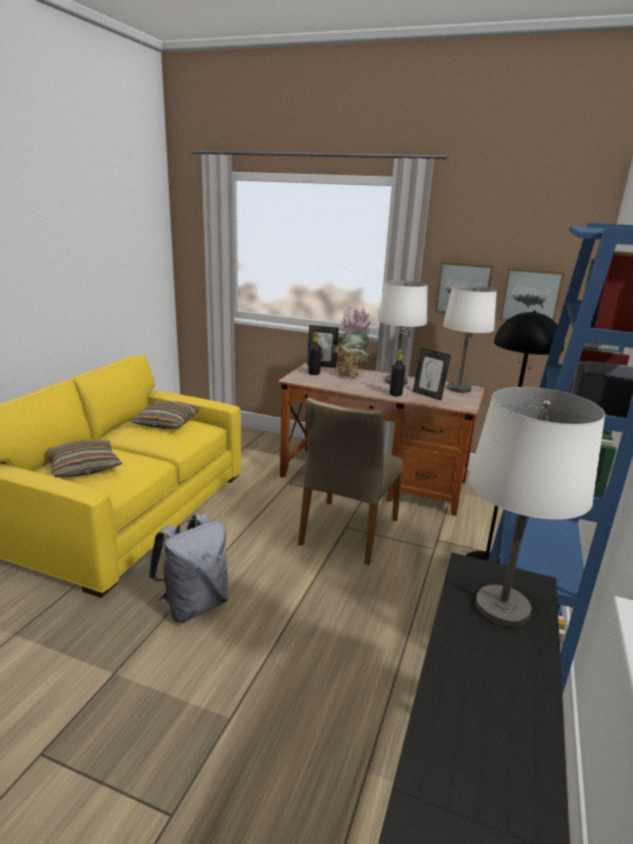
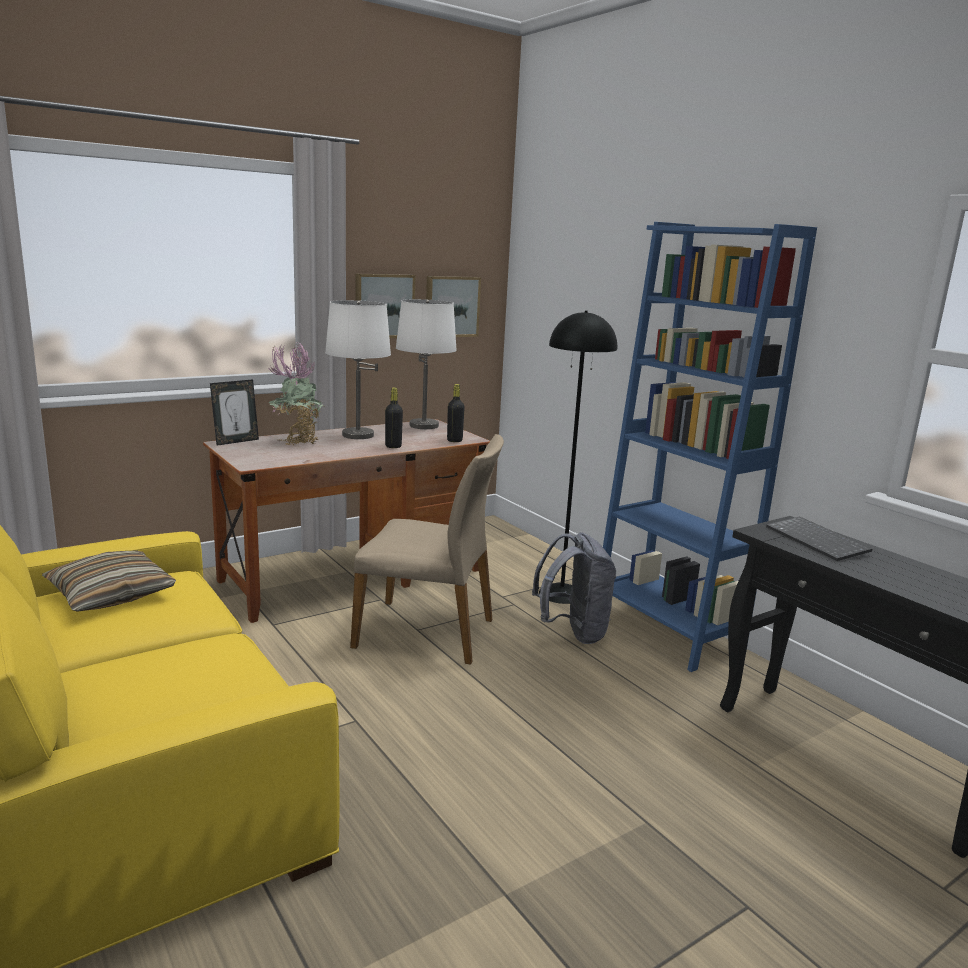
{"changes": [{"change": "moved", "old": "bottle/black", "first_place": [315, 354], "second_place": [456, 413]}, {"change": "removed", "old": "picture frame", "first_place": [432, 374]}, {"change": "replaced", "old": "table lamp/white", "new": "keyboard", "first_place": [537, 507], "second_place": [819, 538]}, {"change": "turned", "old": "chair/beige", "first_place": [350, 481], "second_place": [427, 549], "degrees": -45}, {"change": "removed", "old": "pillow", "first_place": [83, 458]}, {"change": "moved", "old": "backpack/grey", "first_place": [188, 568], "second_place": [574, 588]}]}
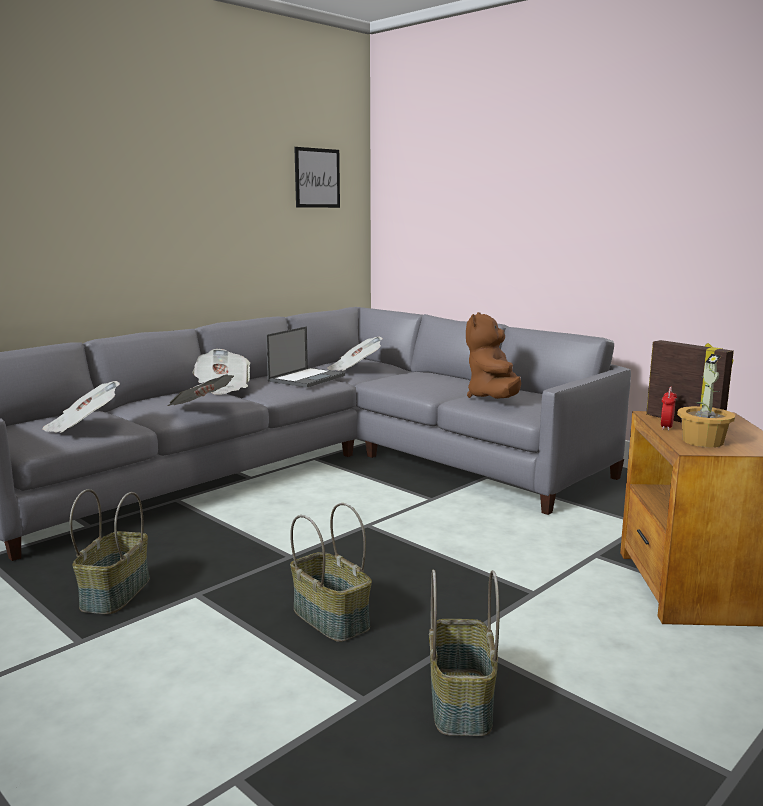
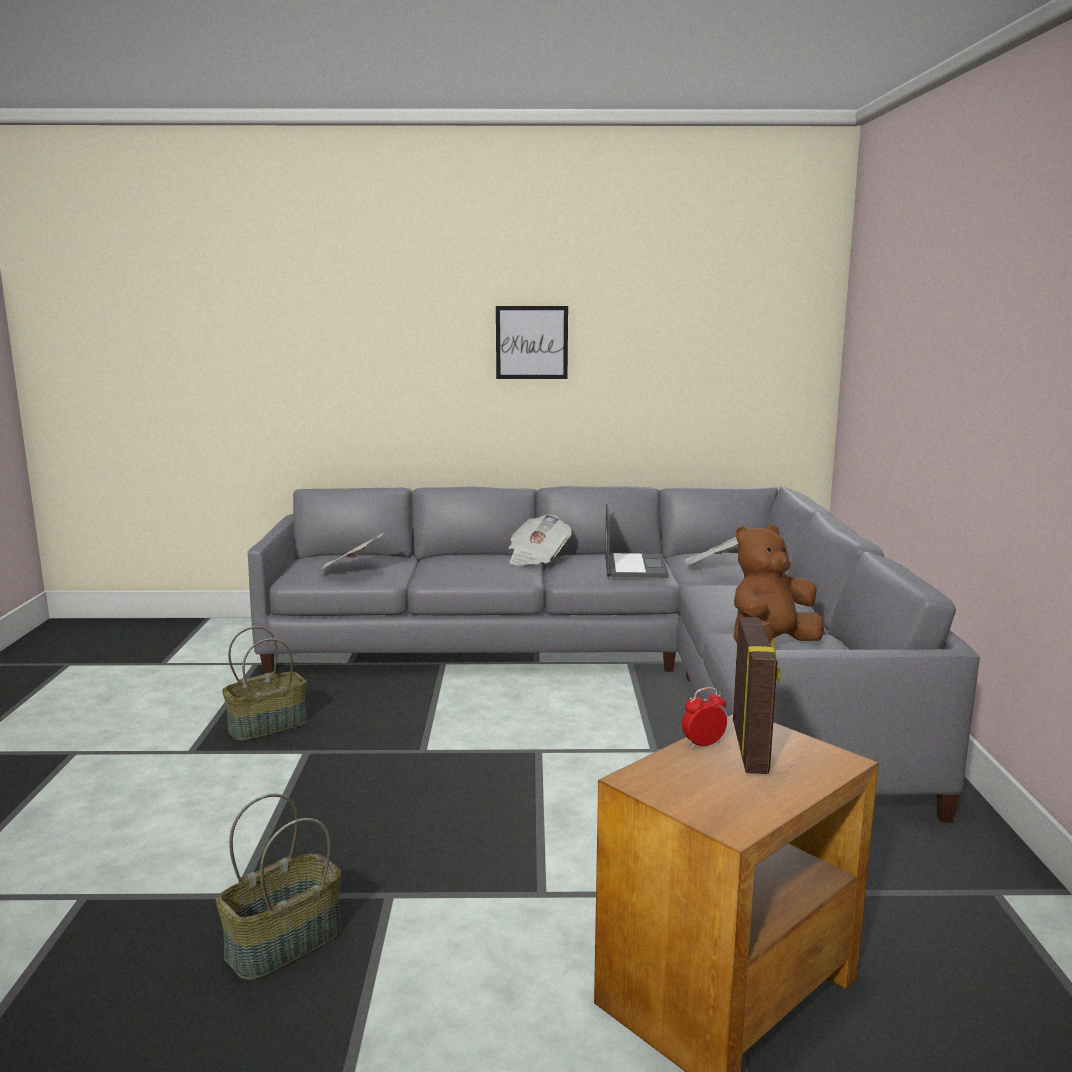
{"changes": [{"change": "moved", "old": "picture", "first_place": [317, 177], "second_place": [532, 342]}, {"change": "turned", "old": "laptop", "first_place": [305, 357], "second_place": [637, 541], "degrees": -75}, {"change": "removed", "old": "potted plant", "first_place": [706, 400]}, {"change": "removed", "old": "newspaper", "first_place": [200, 390]}, {"change": "removed", "old": "basket", "first_place": [331, 572]}]}
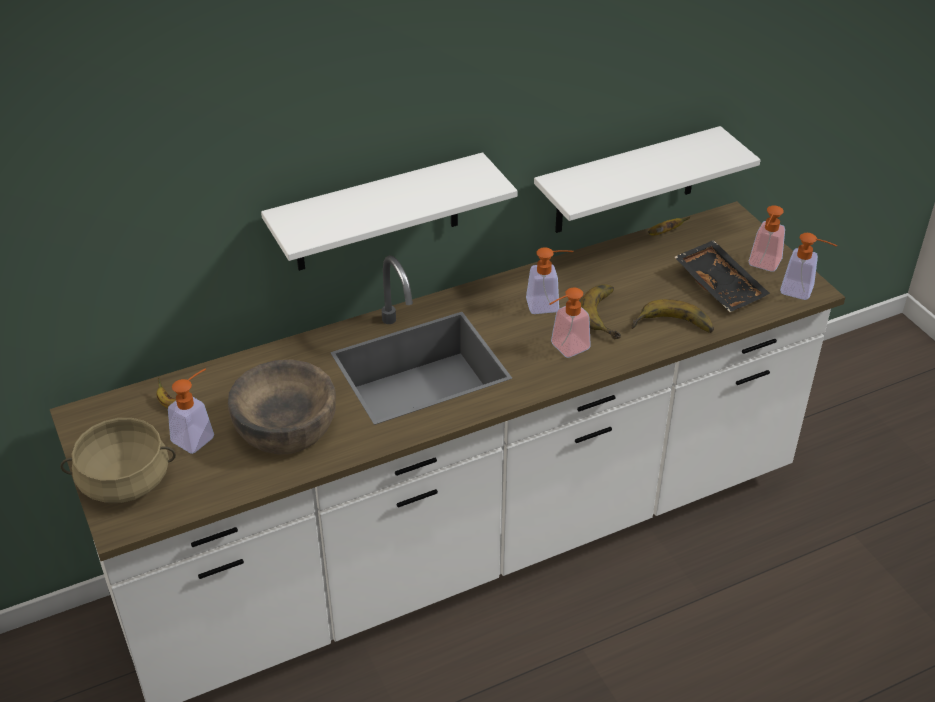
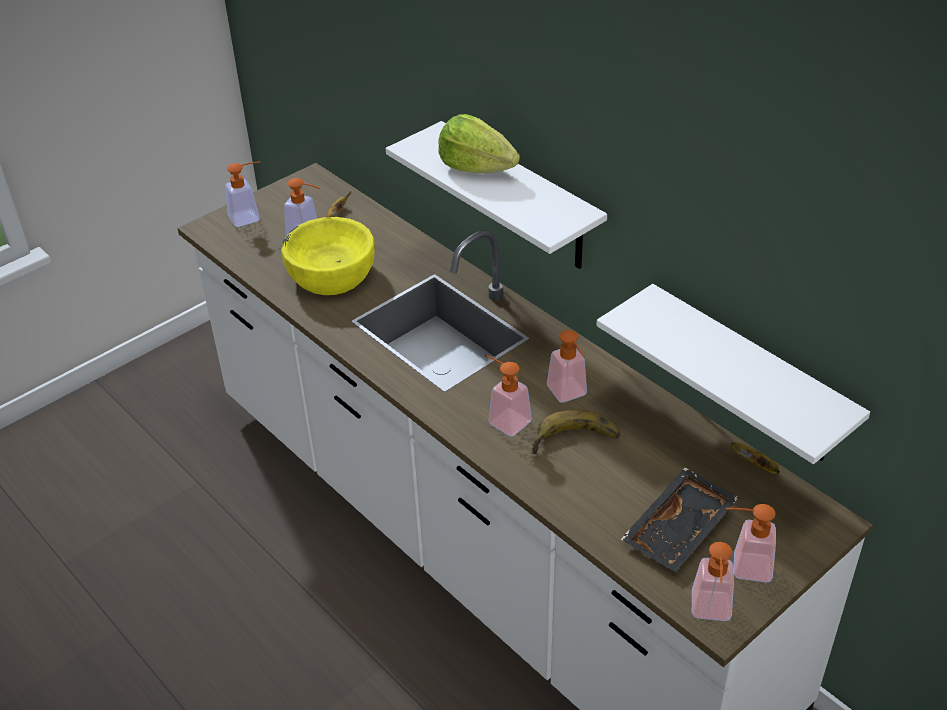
{"changes": [{"change": "removed", "old": "banana", "first_place": [672, 316]}, {"change": "recoloured", "old": "bowl/brown", "new": "bowl/yellow", "first_place": [282, 407], "second_place": [328, 256]}, {"change": "replaced", "old": "cooking pot/beige", "new": "soap dispenser", "first_place": [118, 460], "second_place": [242, 194]}, {"change": "added", "new": "lettuce", "second_place": [479, 143]}]}
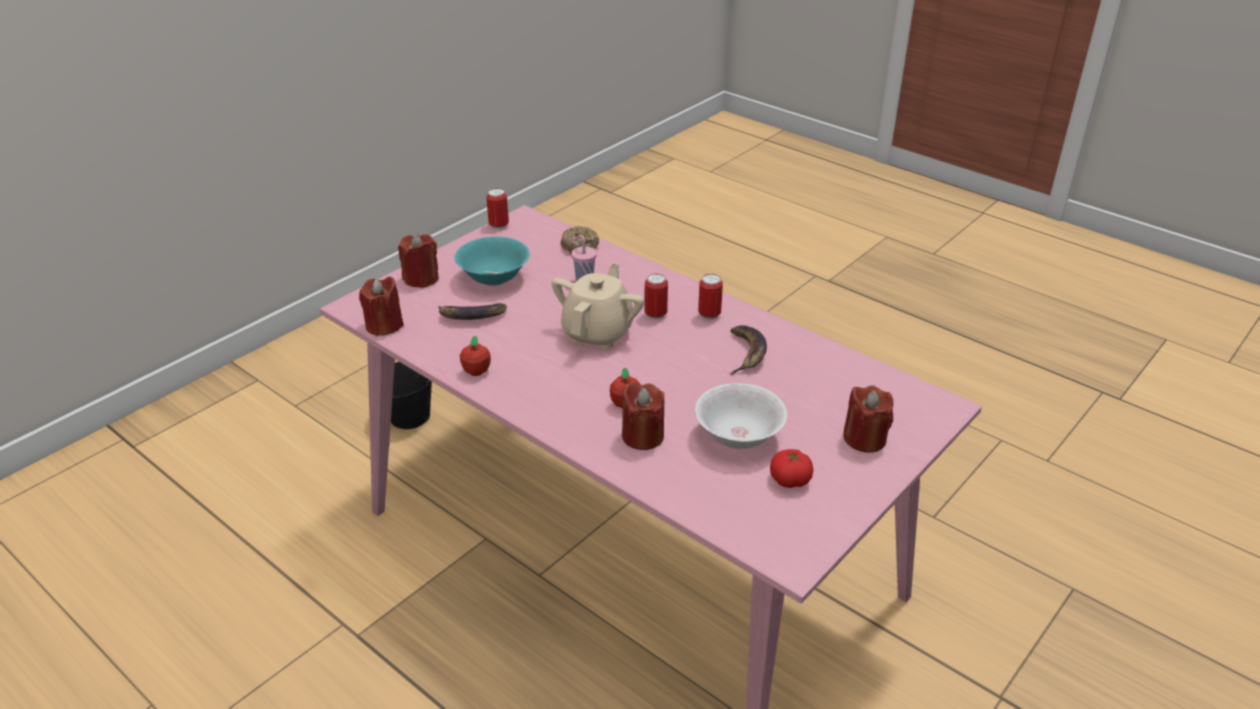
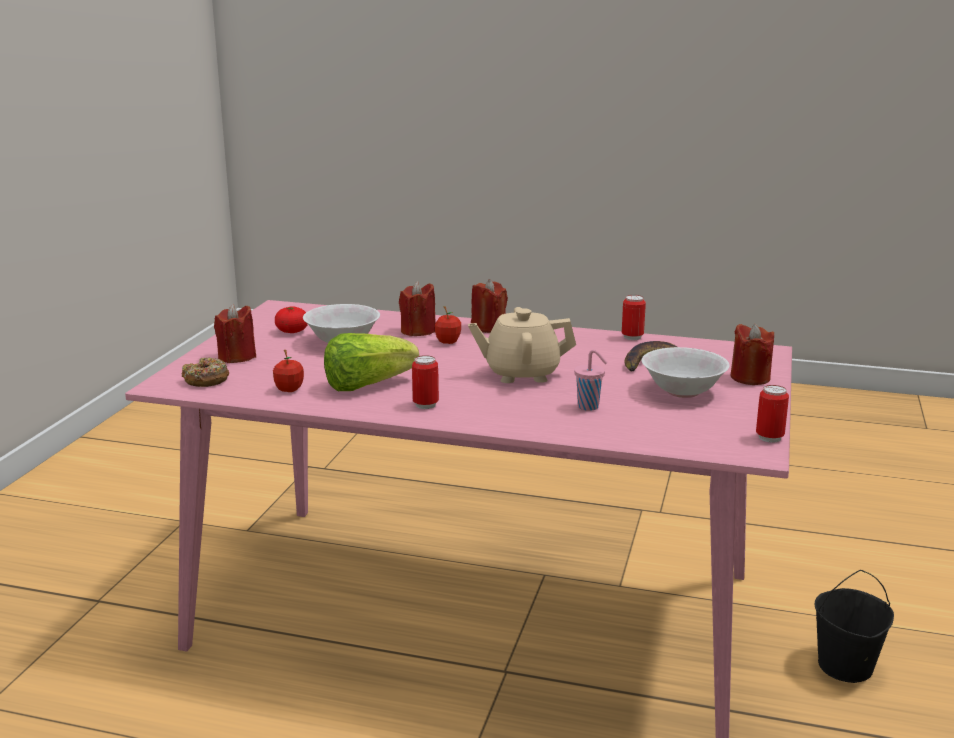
{"changes": [{"change": "moved", "old": "donut", "first_place": [579, 240], "second_place": [205, 372]}, {"change": "recoloured", "old": "bowl/turquoise", "new": "bowl/white", "first_place": [492, 261], "second_place": [686, 372]}, {"change": "turned", "old": "teapot/beige", "first_place": [598, 306], "second_place": [522, 345], "degrees": 90}, {"change": "moved", "old": "can", "first_place": [656, 296], "second_place": [634, 317]}, {"change": "moved", "old": "candle/red", "first_place": [381, 306], "second_place": [489, 306]}, {"change": "replaced", "old": "banana", "new": "lettuce", "first_place": [748, 350], "second_place": [371, 362]}, {"change": "moved", "old": "apple", "first_place": [475, 356], "second_place": [288, 371]}]}
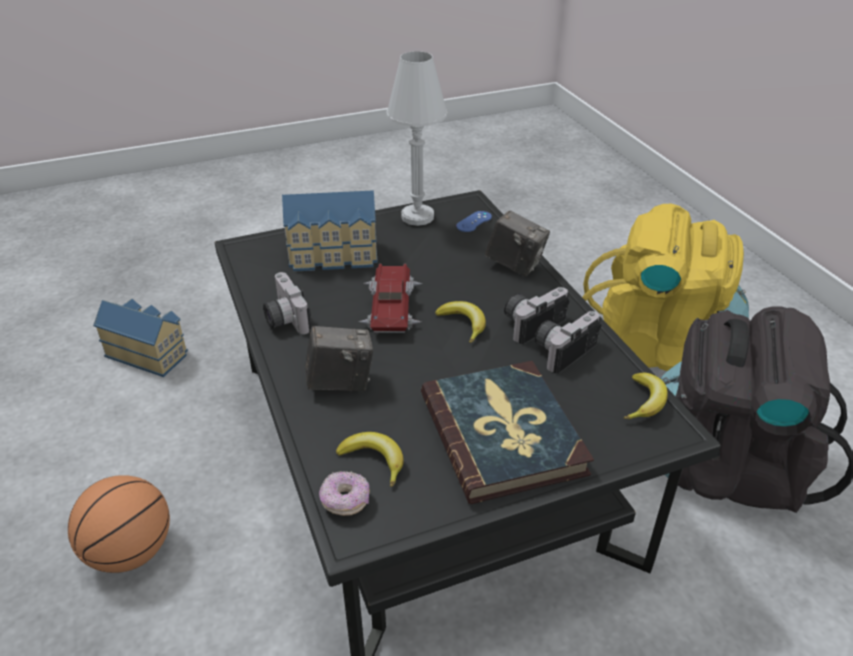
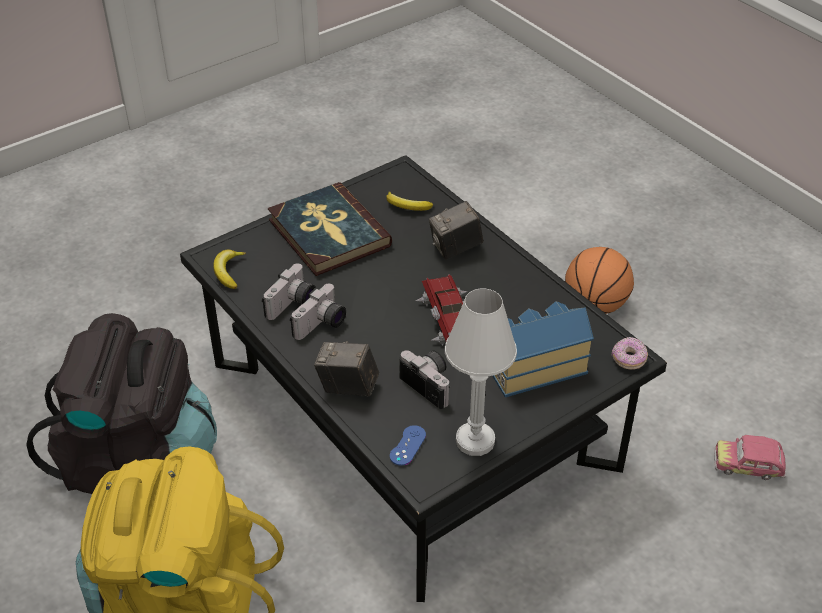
{"changes": [{"change": "moved", "old": "photo camera", "first_place": [287, 303], "second_place": [424, 379]}, {"change": "replaced", "old": "toy house", "new": "toy car", "first_place": [140, 338], "second_place": [750, 457]}, {"change": "removed", "old": "banana", "first_place": [460, 322]}, {"change": "moved", "old": "donut", "first_place": [344, 493], "second_place": [629, 353]}]}
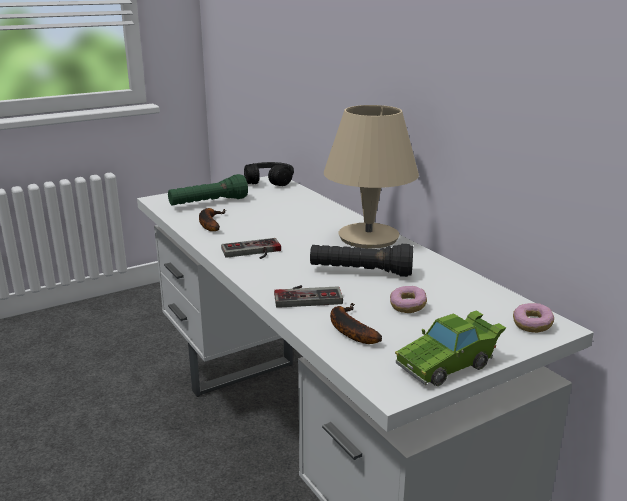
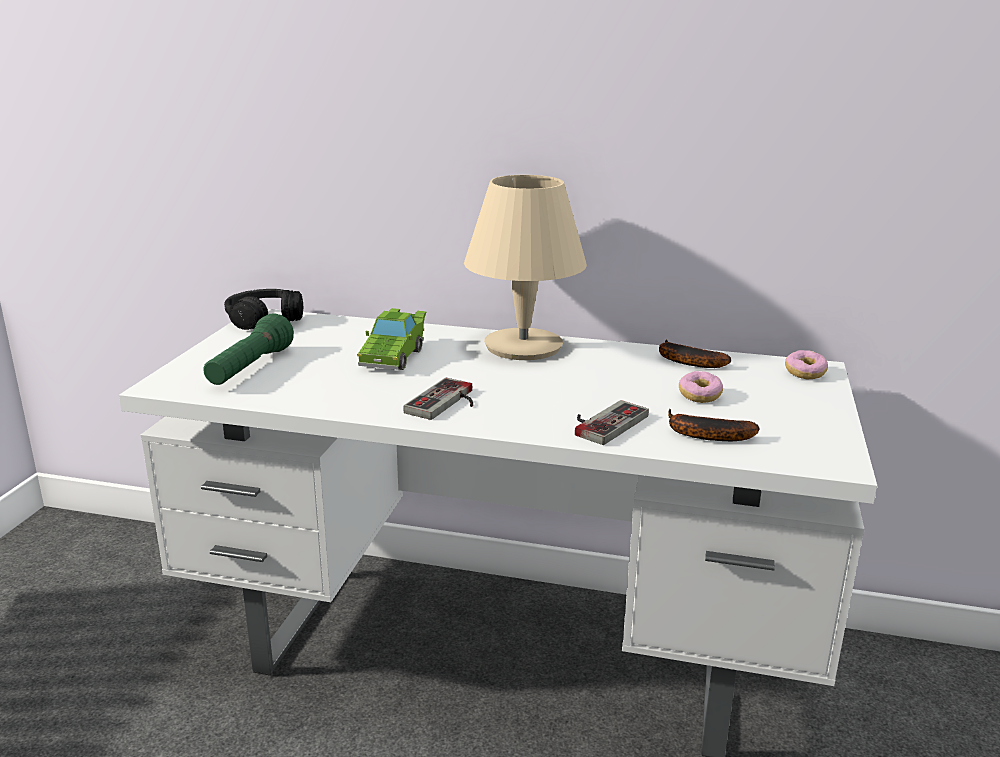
{"changes": [{"change": "moved", "old": "banana", "first_place": [212, 219], "second_place": [695, 354]}, {"change": "removed", "old": "flashlight/black", "first_place": [361, 260]}, {"change": "moved", "old": "toy car/green", "first_place": [450, 349], "second_place": [392, 339]}]}
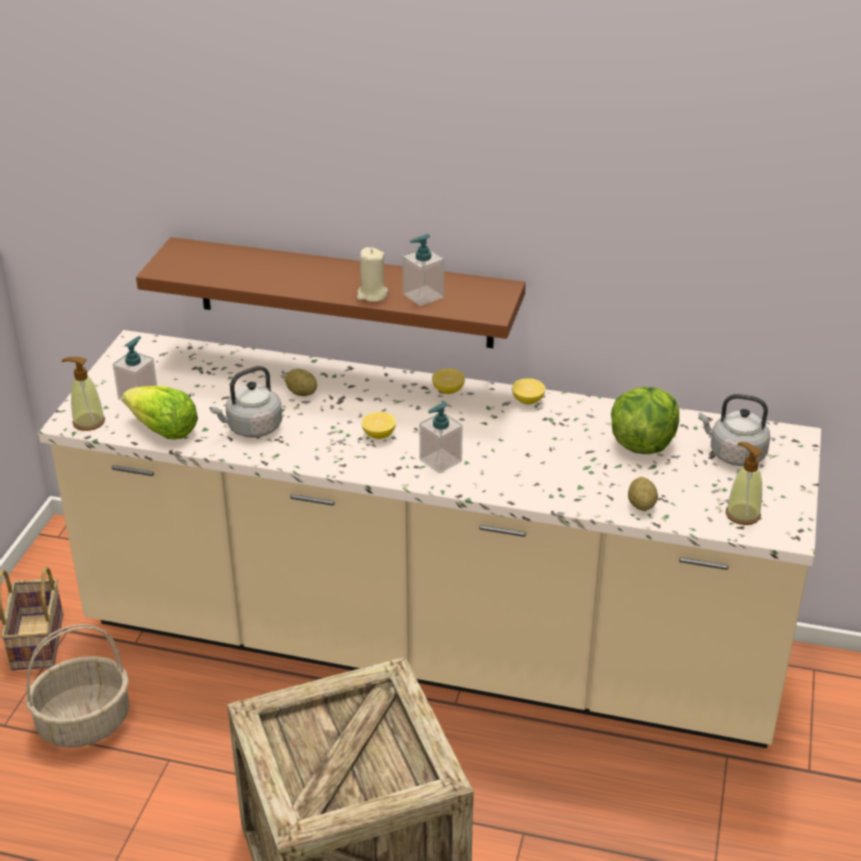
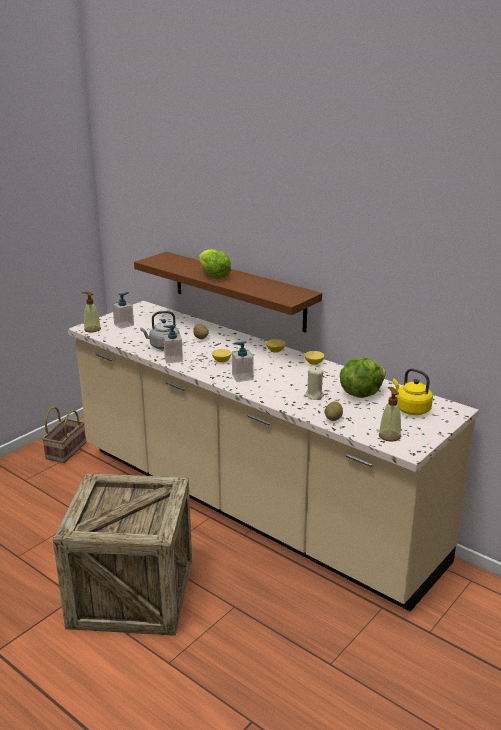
{"changes": [{"change": "moved", "old": "soap dispenser", "first_place": [423, 270], "second_place": [173, 344]}, {"change": "moved", "old": "candle/beige", "first_place": [372, 274], "second_place": [314, 383]}, {"change": "moved", "old": "lettuce", "first_place": [160, 412], "second_place": [215, 264]}, {"change": "recoloured", "old": "kettle/grey", "new": "kettle/yellow", "first_place": [734, 430], "second_place": [412, 391]}, {"change": "removed", "old": "basket", "first_place": [77, 686]}]}
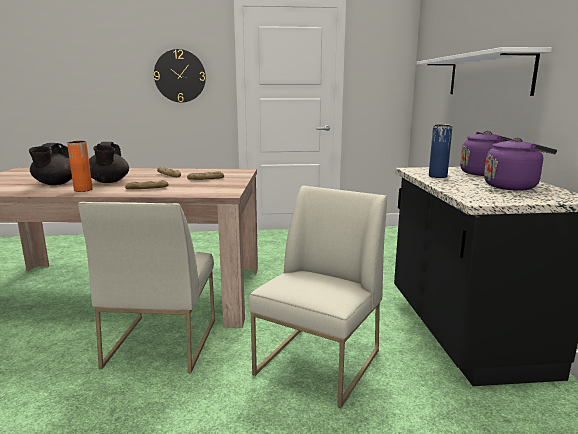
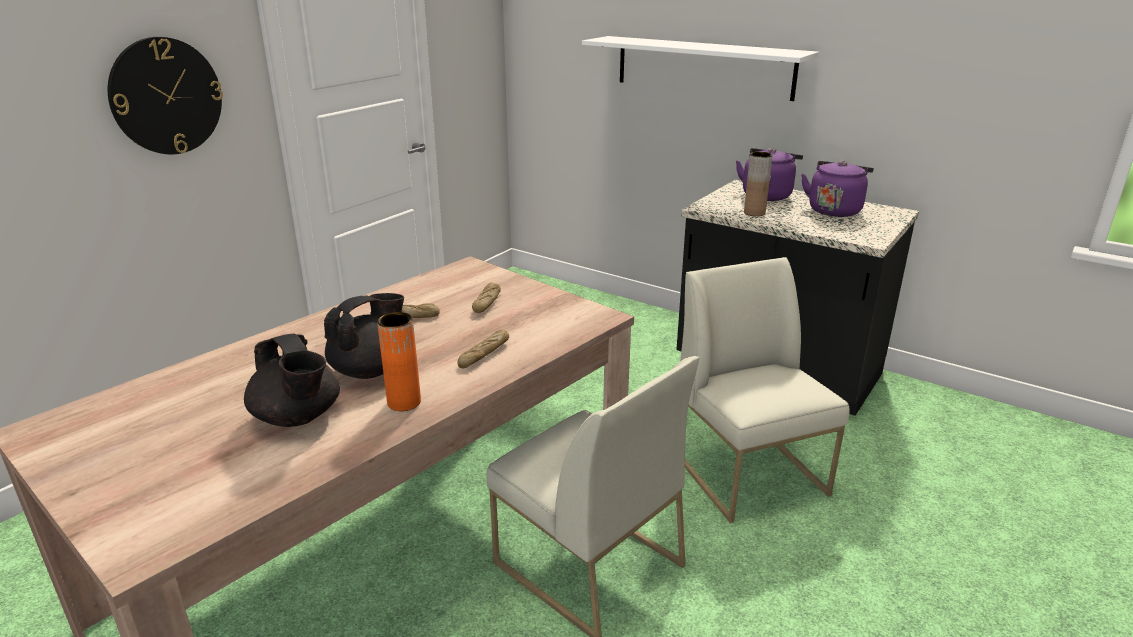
{"changes": [{"change": "recoloured", "old": "vase/blue", "new": "vase/brown", "first_place": [441, 151], "second_place": [758, 184]}, {"change": "turned", "old": "teapot/black", "first_place": [109, 162], "second_place": [364, 336], "degrees": -75}]}
